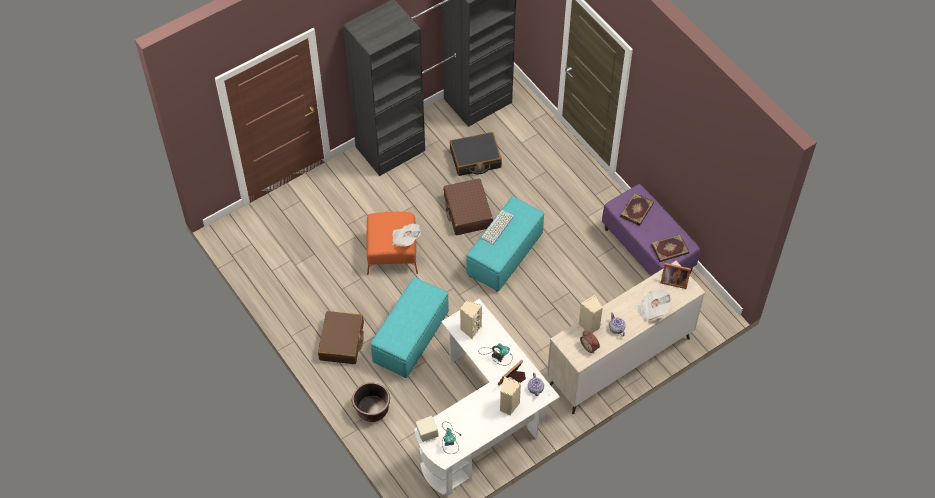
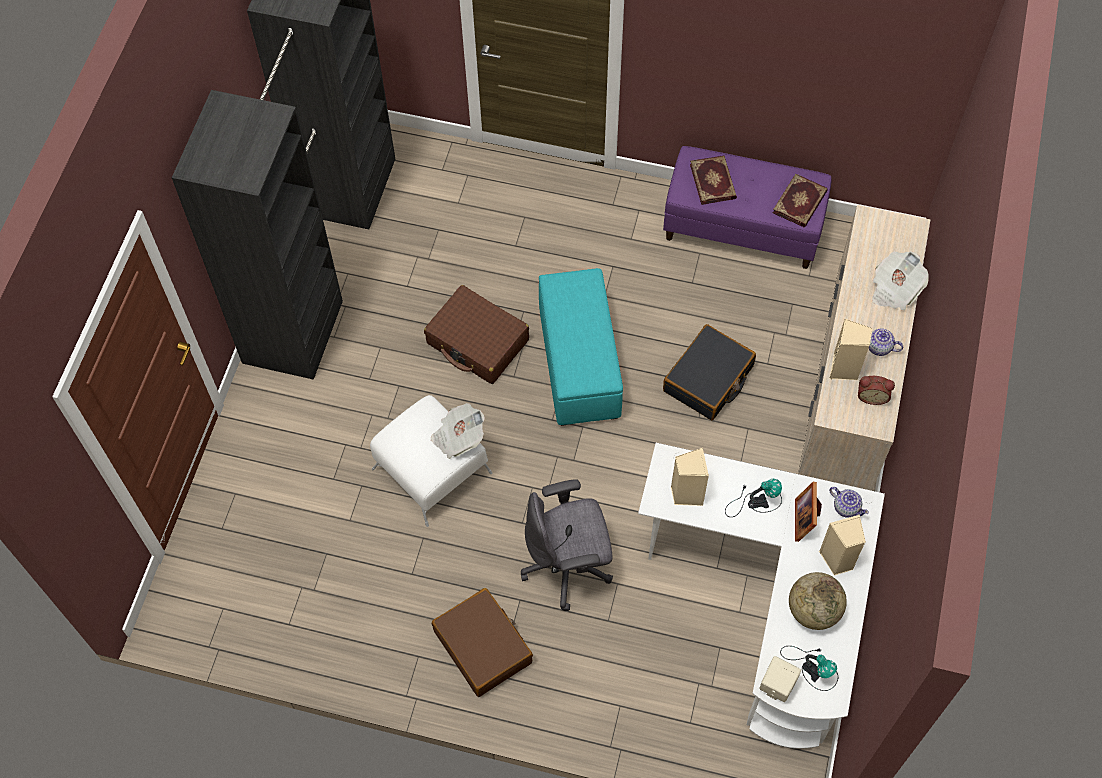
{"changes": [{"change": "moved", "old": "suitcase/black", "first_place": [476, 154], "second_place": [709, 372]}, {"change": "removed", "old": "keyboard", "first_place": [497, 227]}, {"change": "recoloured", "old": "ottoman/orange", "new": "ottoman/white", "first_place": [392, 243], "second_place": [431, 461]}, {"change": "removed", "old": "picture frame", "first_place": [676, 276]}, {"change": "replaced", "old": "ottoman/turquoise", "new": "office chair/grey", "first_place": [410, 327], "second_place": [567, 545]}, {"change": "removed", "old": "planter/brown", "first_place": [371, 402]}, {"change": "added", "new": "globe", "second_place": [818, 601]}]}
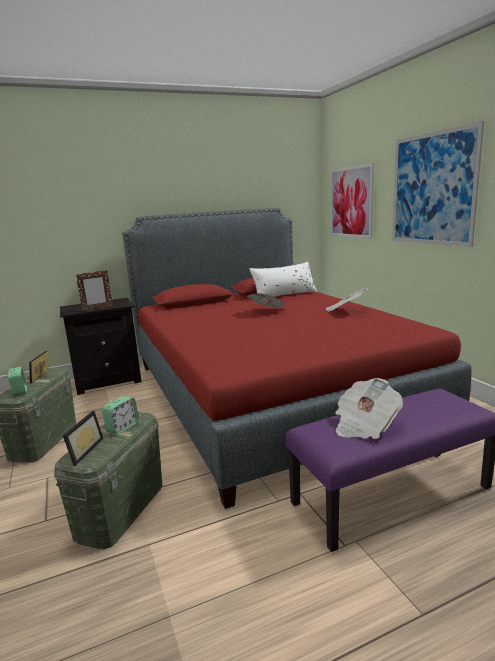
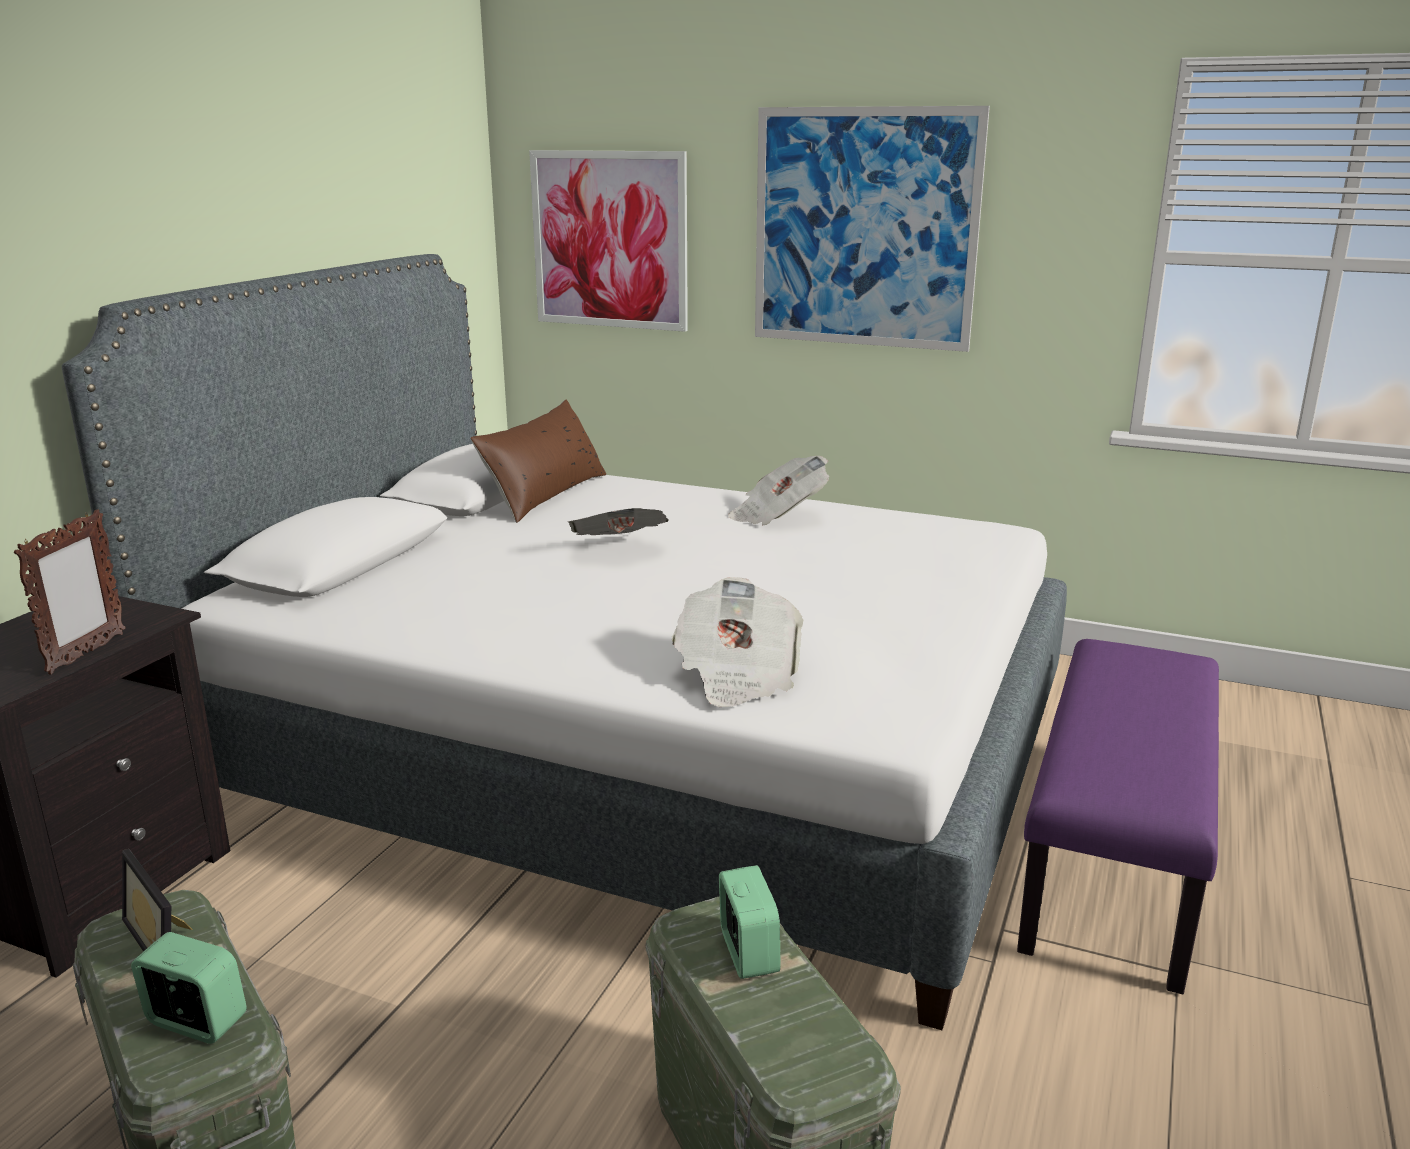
{"changes": [{"change": "recoloured", "old": "bed/red", "new": "bed/white", "first_place": [297, 358], "second_place": [564, 642]}, {"change": "recoloured", "old": "pillow/white", "new": "pillow/brown", "first_place": [283, 279], "second_place": [538, 461]}, {"change": "moved", "old": "newspaper", "first_place": [369, 408], "second_place": [737, 642]}, {"change": "removed", "old": "picture frame", "first_place": [83, 438]}]}
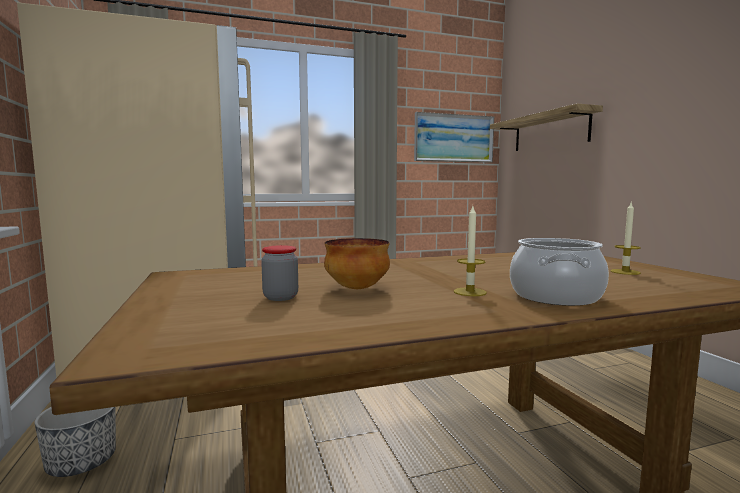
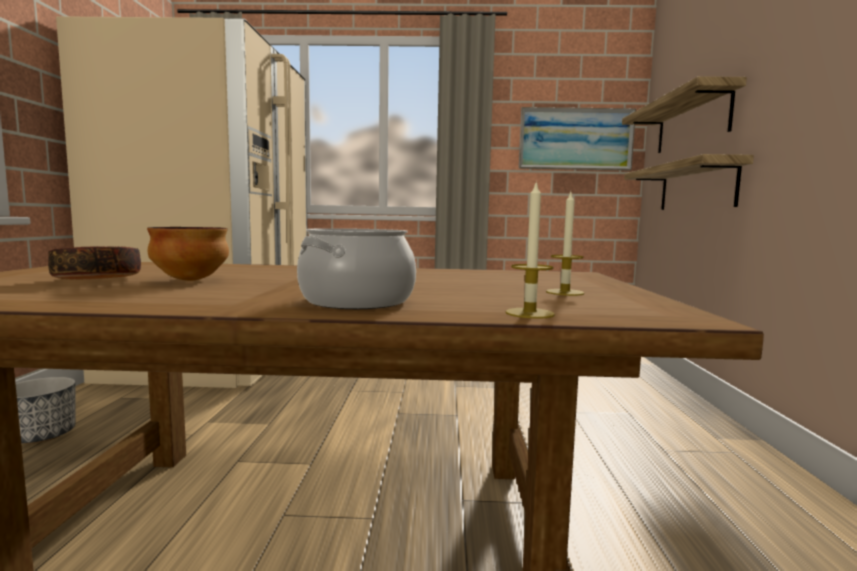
{"changes": [{"change": "moved", "old": "candle", "first_place": [470, 251], "second_place": [530, 249]}, {"change": "replaced", "old": "jar", "new": "bowl", "first_place": [279, 273], "second_place": [94, 262]}, {"change": "added", "new": "shelf", "second_place": [689, 182]}]}
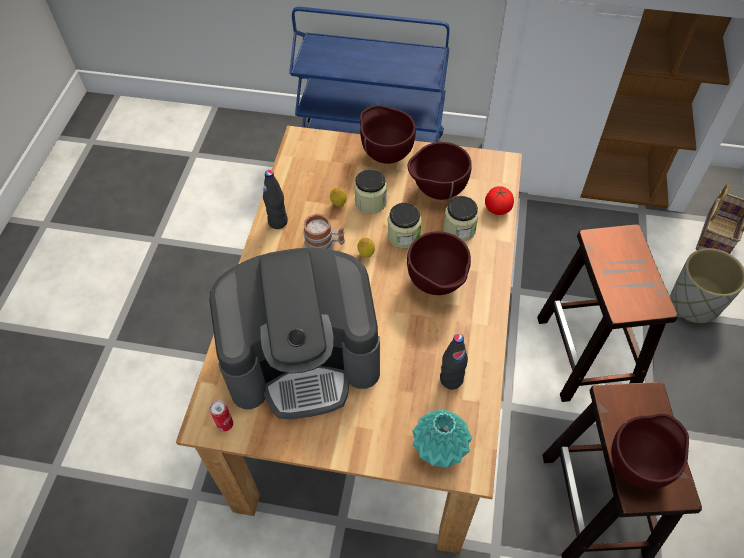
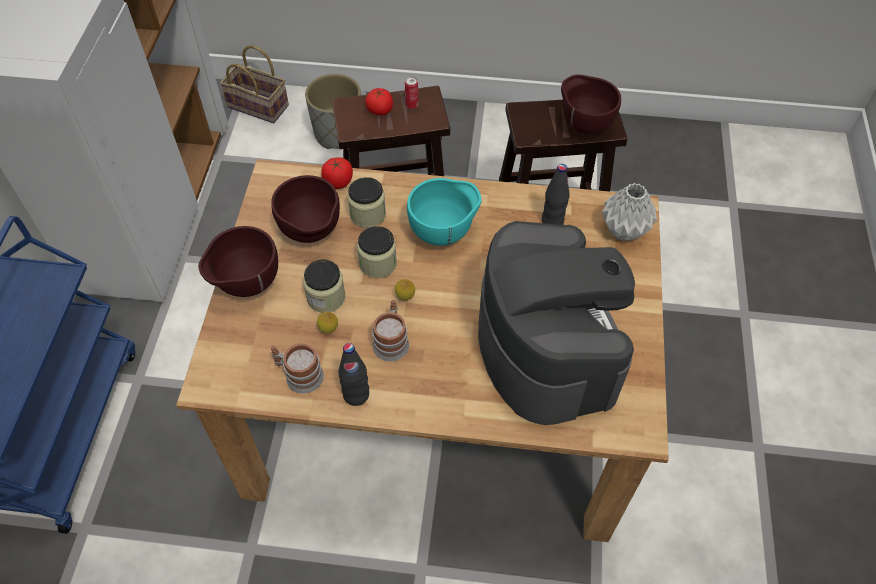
{"changes": [{"change": "recoloured", "old": "bowl/brown", "new": "bowl/turquoise", "first_place": [439, 263], "second_place": [444, 212]}, {"change": "moved", "old": "can", "first_place": [221, 416], "second_place": [411, 92]}, {"change": "recoloured", "old": "vase/turquoise", "new": "vase/grey", "first_place": [442, 439], "second_place": [629, 212]}, {"change": "added", "new": "tomato", "second_place": [379, 101]}, {"change": "added", "new": "mug", "second_place": [297, 368]}]}
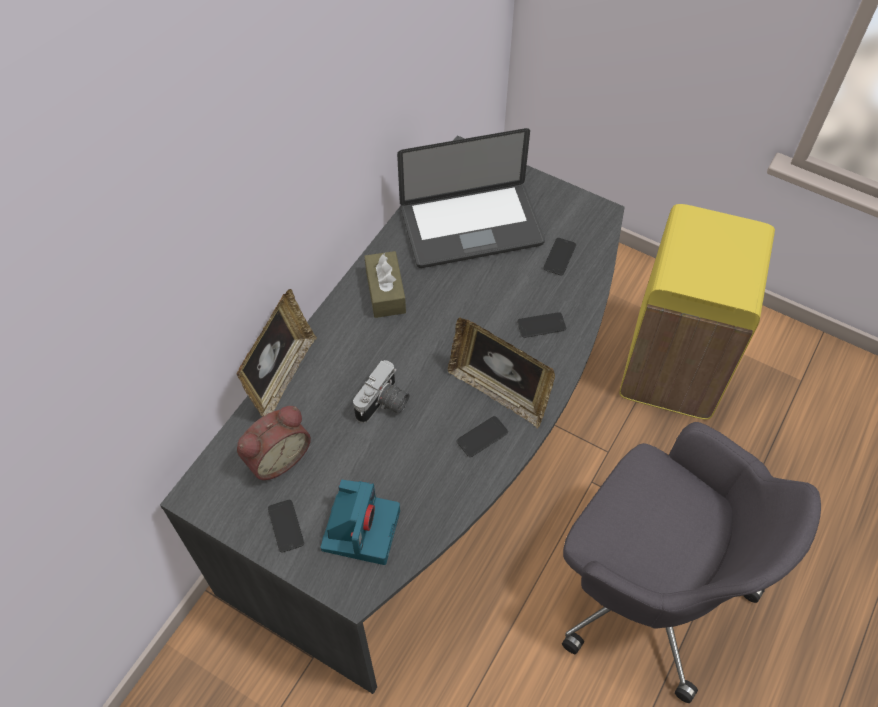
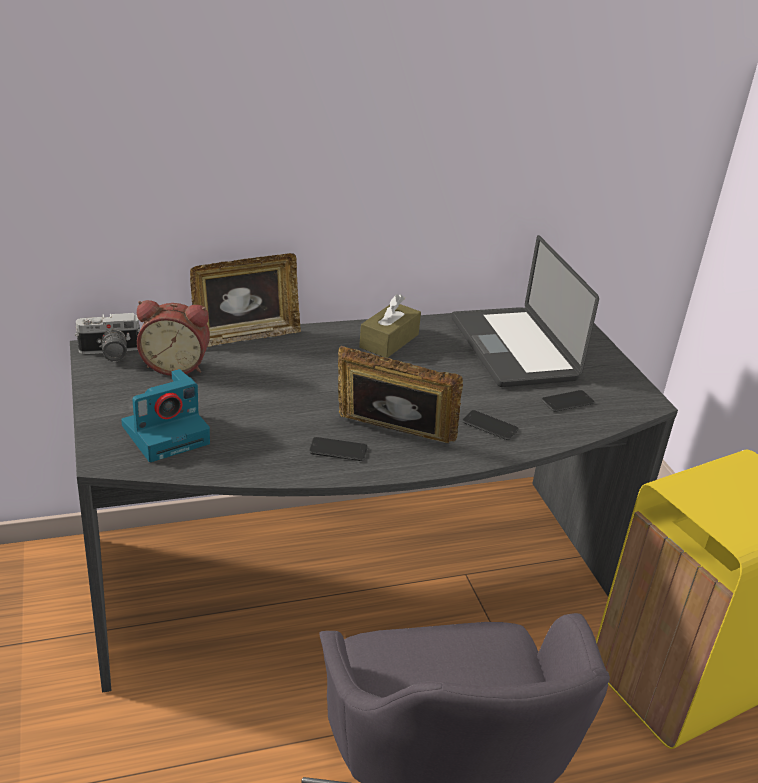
{"changes": [{"change": "turned", "old": "laptop", "first_place": [471, 198], "second_place": [525, 311], "degrees": 45}, {"change": "turned", "old": "picture frame", "first_place": [501, 373], "second_place": [400, 394], "degrees": 120}, {"change": "moved", "old": "photo camera", "first_place": [381, 391], "second_place": [107, 337]}, {"change": "removed", "old": "phone", "first_place": [286, 526]}]}
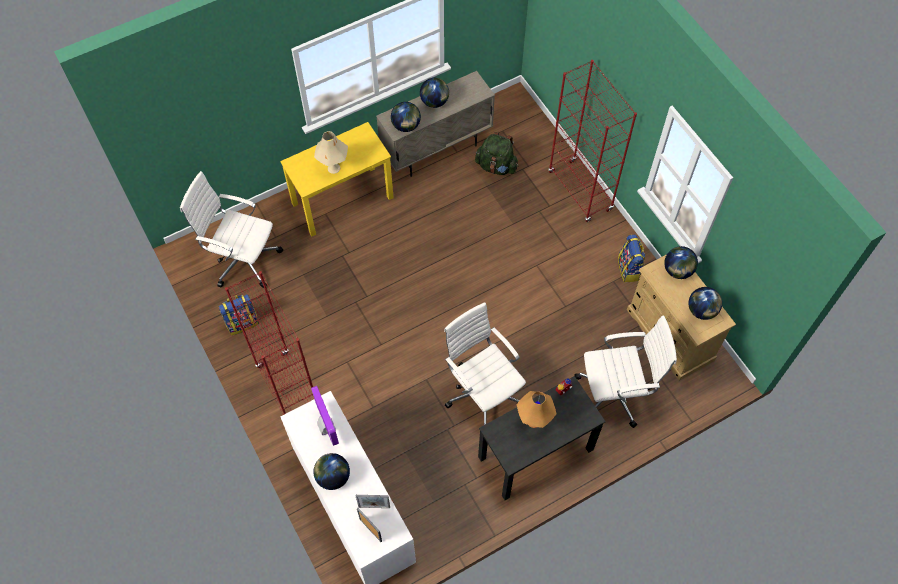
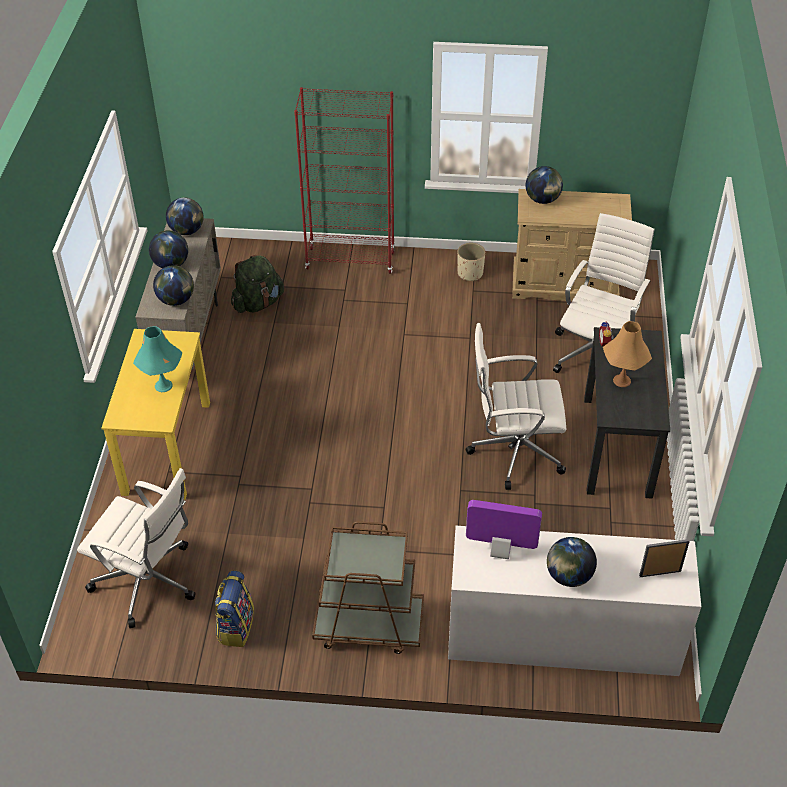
{"changes": [{"change": "recoloured", "old": "table lamp/beige", "new": "table lamp/turquoise", "first_place": [331, 152], "second_place": [158, 359]}, {"change": "turned", "old": "office chair/white", "first_place": [231, 229], "second_place": [136, 548], "degrees": -120}, {"change": "replaced", "old": "backpack", "new": "planter/beige", "first_place": [631, 258], "second_place": [471, 262]}, {"change": "replaced", "old": "bookcase/red", "new": "cart/brown", "first_place": [269, 342], "second_place": [368, 587]}, {"change": "moved", "old": "globe", "first_place": [705, 303], "second_place": [185, 216]}, {"change": "removed", "old": "picture frame", "first_place": [373, 501]}]}
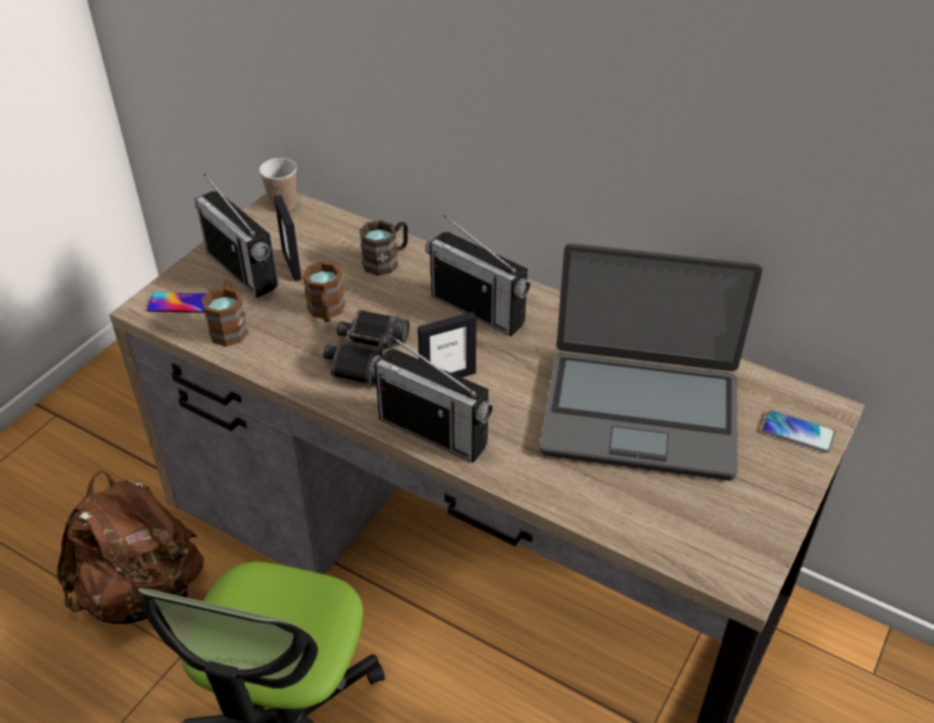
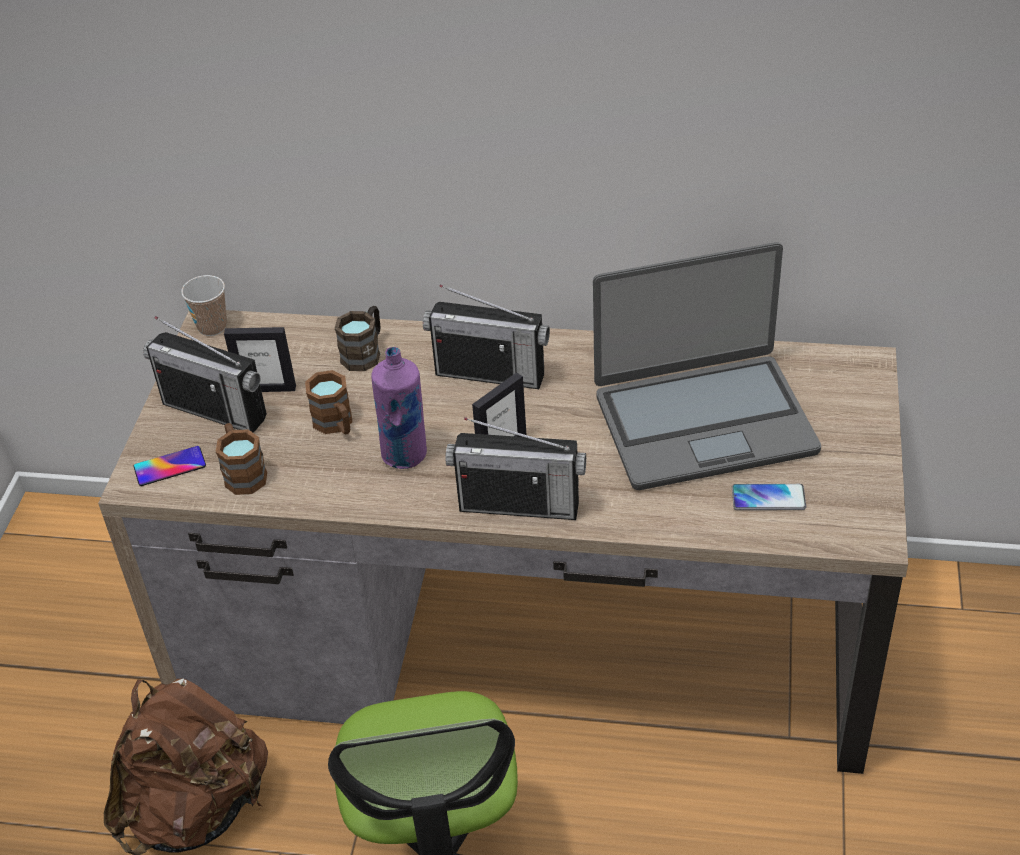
{"changes": [{"change": "turned", "old": "picture frame", "first_place": [288, 238], "second_place": [260, 359], "degrees": -45}, {"change": "replaced", "old": "binoculars/black", "new": "bottle/purple", "first_place": [366, 347], "second_place": [399, 408]}, {"change": "moved", "old": "phone", "first_place": [798, 431], "second_place": [769, 497]}]}
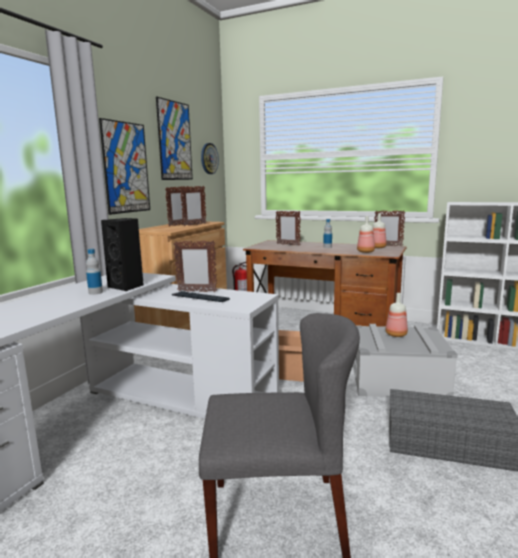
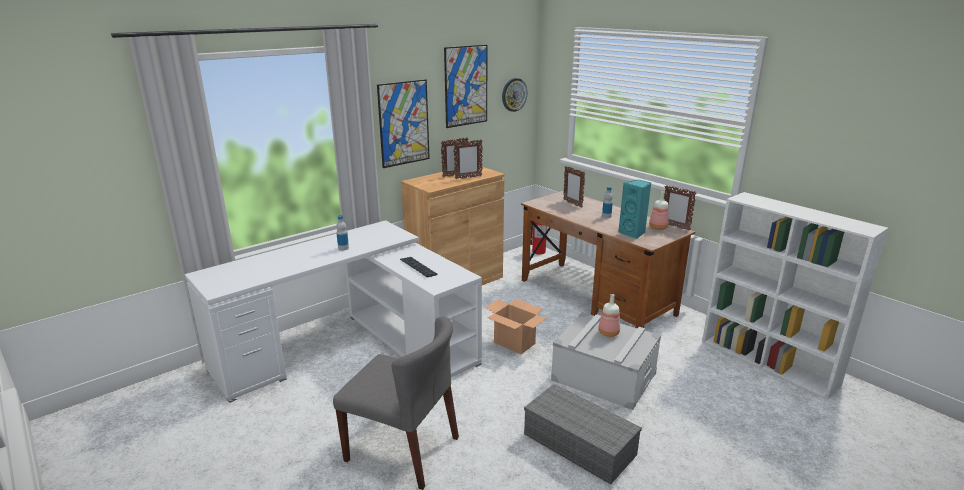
{"changes": [{"change": "replaced", "old": "bottle", "new": "speaker/turquoise", "first_place": [366, 234], "second_place": [634, 209]}, {"change": "removed", "old": "speaker/black", "first_place": [122, 254]}, {"change": "removed", "old": "picture frame", "first_place": [195, 266]}]}
